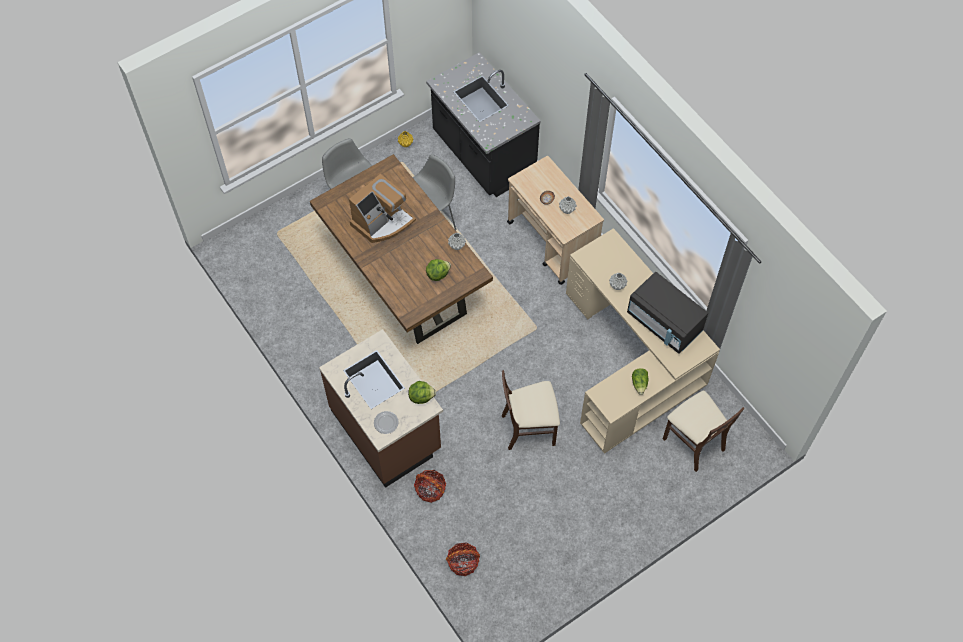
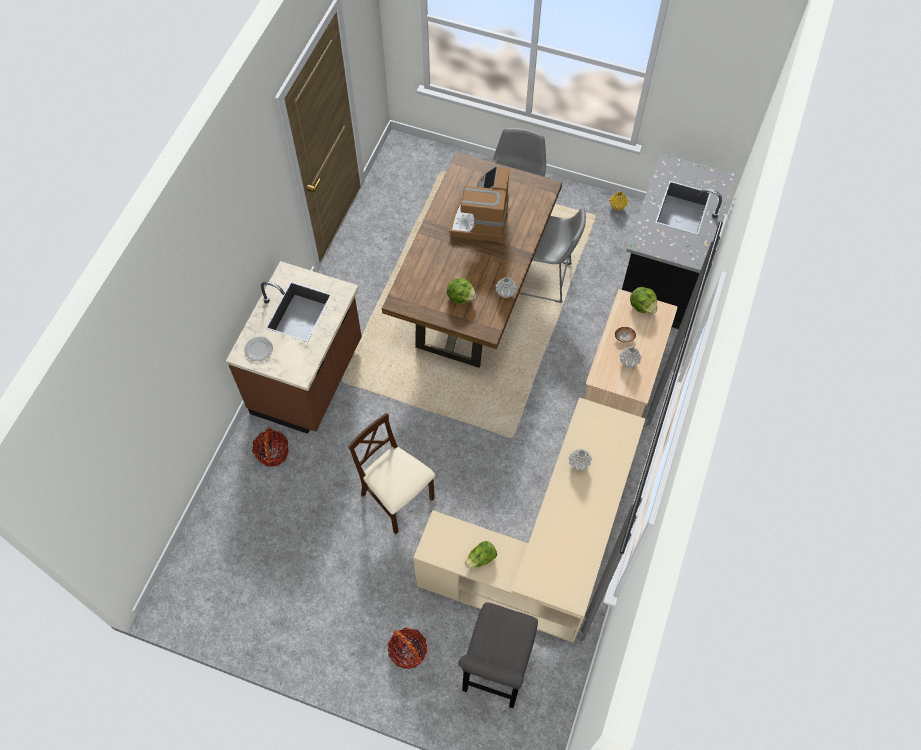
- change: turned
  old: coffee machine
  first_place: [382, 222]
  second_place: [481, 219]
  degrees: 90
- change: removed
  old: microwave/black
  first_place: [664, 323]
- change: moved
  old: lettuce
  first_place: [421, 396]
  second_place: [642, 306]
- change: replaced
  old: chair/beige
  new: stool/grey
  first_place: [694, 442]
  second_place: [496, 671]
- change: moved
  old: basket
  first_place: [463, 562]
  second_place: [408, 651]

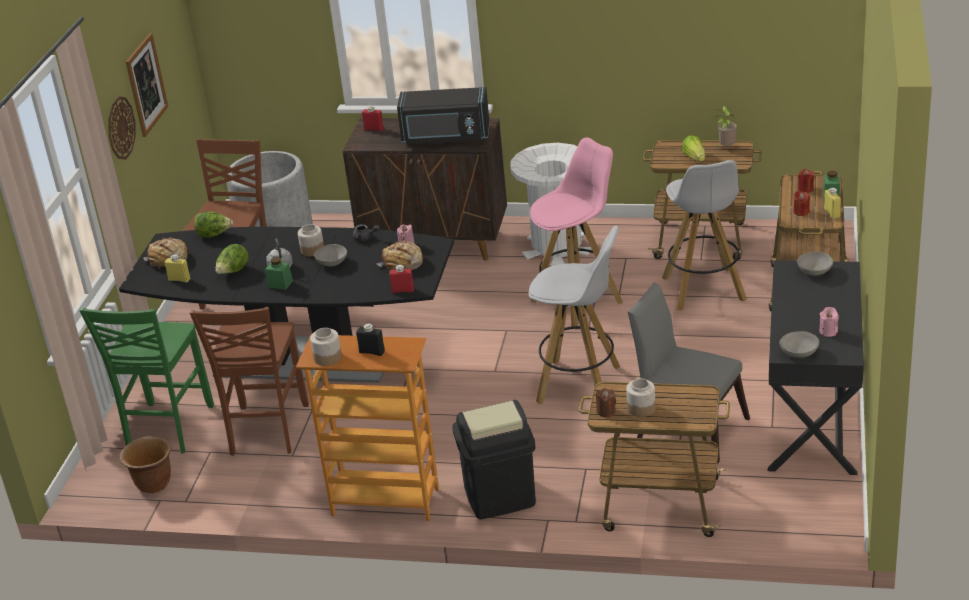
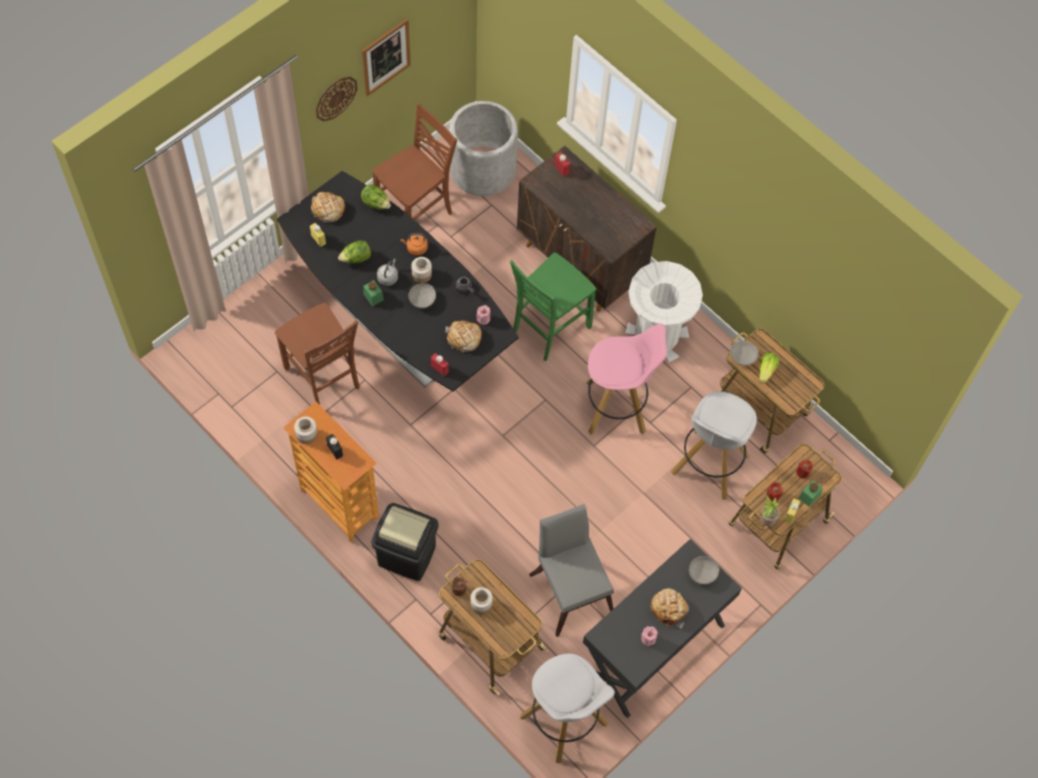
- change: removed
  old: microwave/black
  first_place: [445, 137]
- change: moved
  old: potted plant
  first_place: [726, 148]
  second_place: [766, 520]
- change: moved
  old: stool/white
  first_place: [580, 385]
  second_place: [565, 721]
- change: turned
  old: chair/brown
  first_place: [267, 431]
  second_place: [323, 379]
  degrees: -75
- change: moved
  old: chair/green
  first_place: [167, 429]
  second_place: [549, 329]
- change: moved
  old: bowl/grey
  first_place: [799, 353]
  second_place: [742, 357]
- change: removed
  old: planter/brown
  first_place: [153, 484]
- change: added
  new: kettle/orange
  second_place: [416, 248]
- change: added
  new: bread
  second_place: [669, 608]

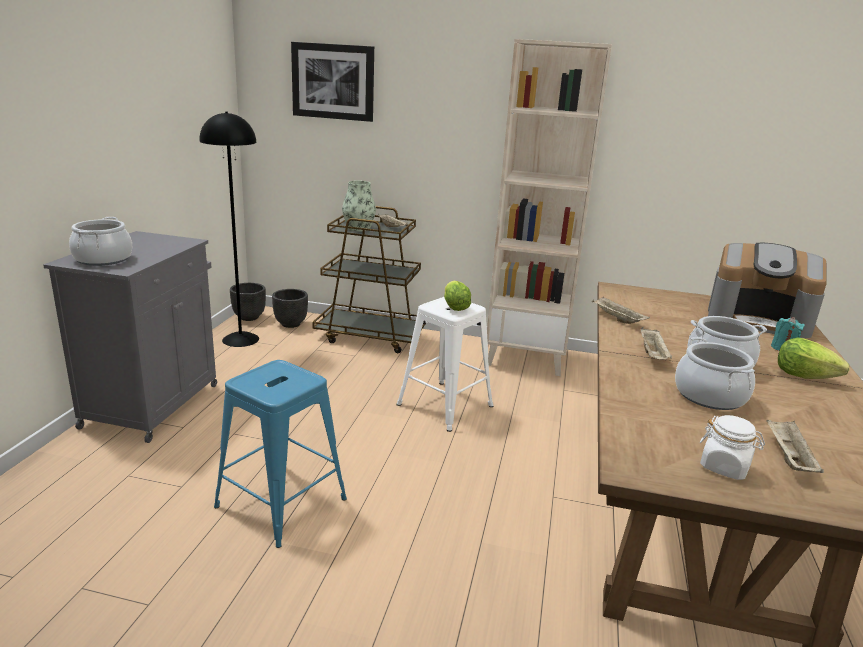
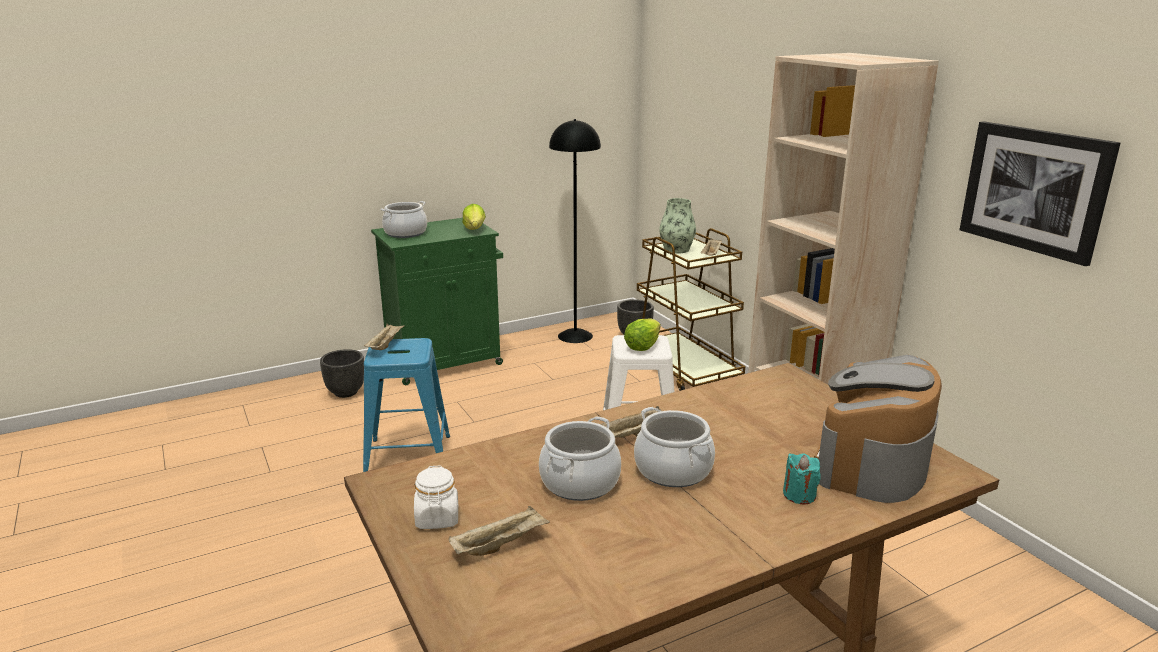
- change: moved
  old: picture
  first_place: [333, 81]
  second_place: [1034, 190]
- change: recoloured
  old: cabinet/grey
  new: cabinet/green
  first_place: [153, 404]
  second_place: [446, 362]
- change: turned
  old: coffee machine
  first_place: [758, 319]
  second_place: [871, 463]
  degrees: 45
- change: moved
  old: planter/black
  first_place: [249, 317]
  second_place: [346, 392]
- change: moved
  old: tray/beige
  first_place: [616, 319]
  second_place: [385, 345]
- change: moved
  old: lettuce
  first_place: [803, 376]
  second_place: [474, 229]

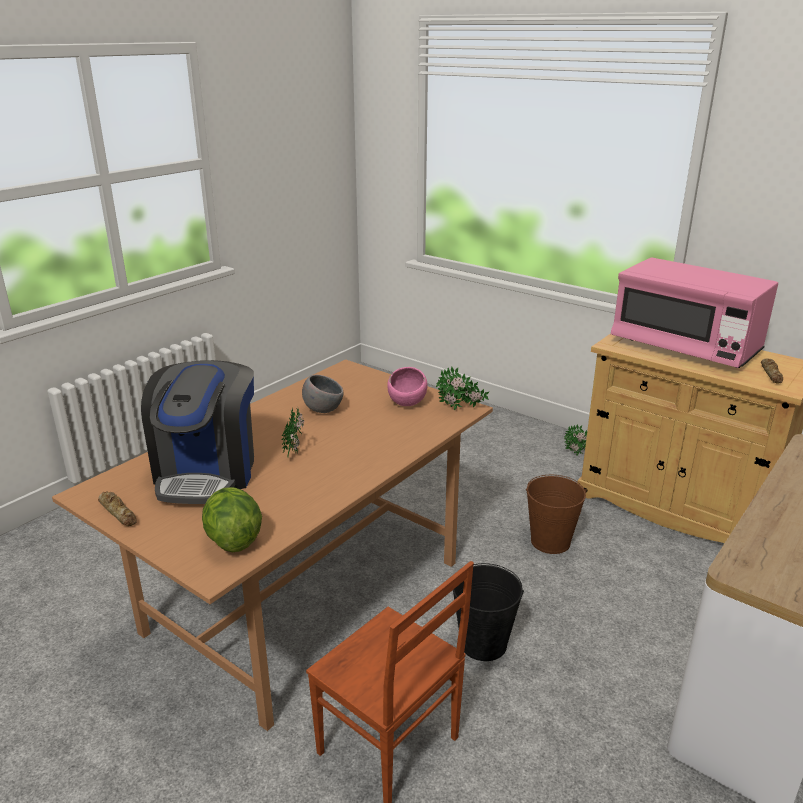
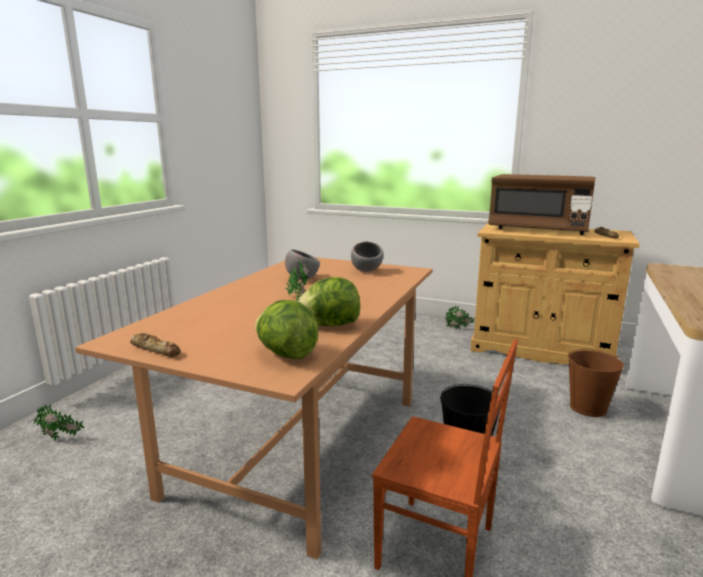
- change: recoloured
  old: microwave/pink
  new: microwave/brown
  first_place: [685, 347]
  second_place: [538, 230]
- change: removed
  old: coffee machine
  first_place: [207, 472]
- change: recoloured
  old: bowl/pink
  new: bowl/grey
  first_place: [407, 403]
  second_place: [366, 271]
- change: moved
  old: potted plant
  first_place: [460, 410]
  second_place: [61, 439]
- change: moved
  old: bucket/brown
  first_place: [550, 542]
  second_place: [588, 408]
- change: added
  new: lettuce
  second_place: [330, 325]

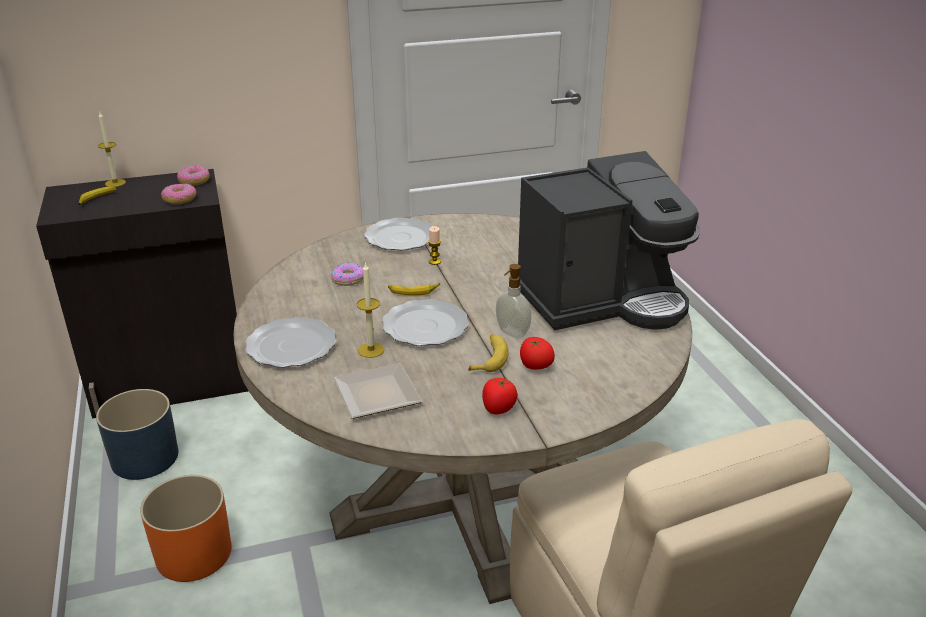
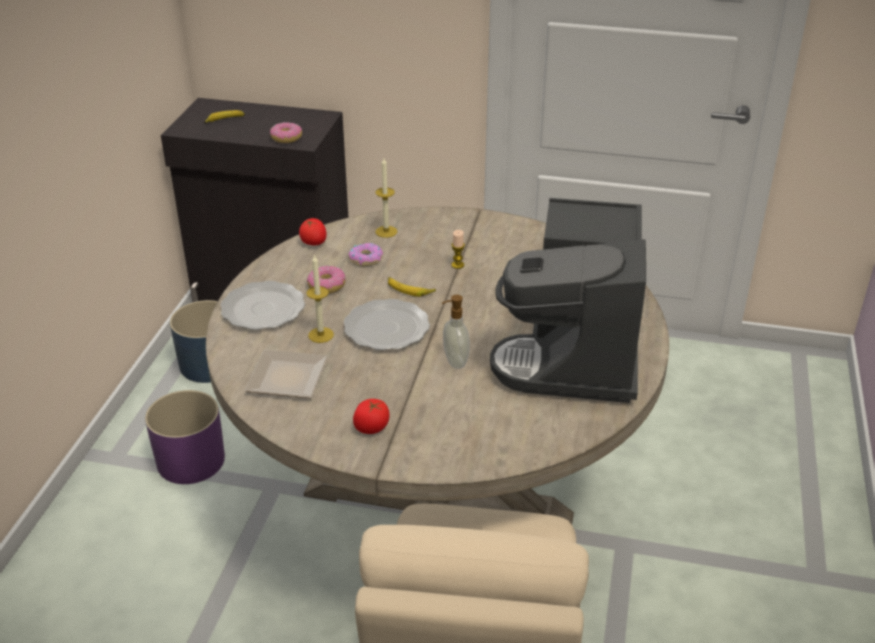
- change: moved
  old: candle
  first_place: [115, 183]
  second_place: [386, 231]
- change: turned
  old: coffee machine
  first_place: [601, 299]
  second_place: [575, 356]
  degrees: 90
- change: moved
  old: donut
  first_place: [194, 181]
  second_place: [326, 285]
- change: removed
  old: plate
  first_place: [401, 237]
- change: removed
  old: banana
  first_place: [489, 358]
- change: moved
  old: tomato
  first_place: [535, 366]
  second_place: [313, 242]
- change: recoloured
  old: planter/orange
  new: planter/purple
  first_place: [193, 553]
  second_place: [190, 460]

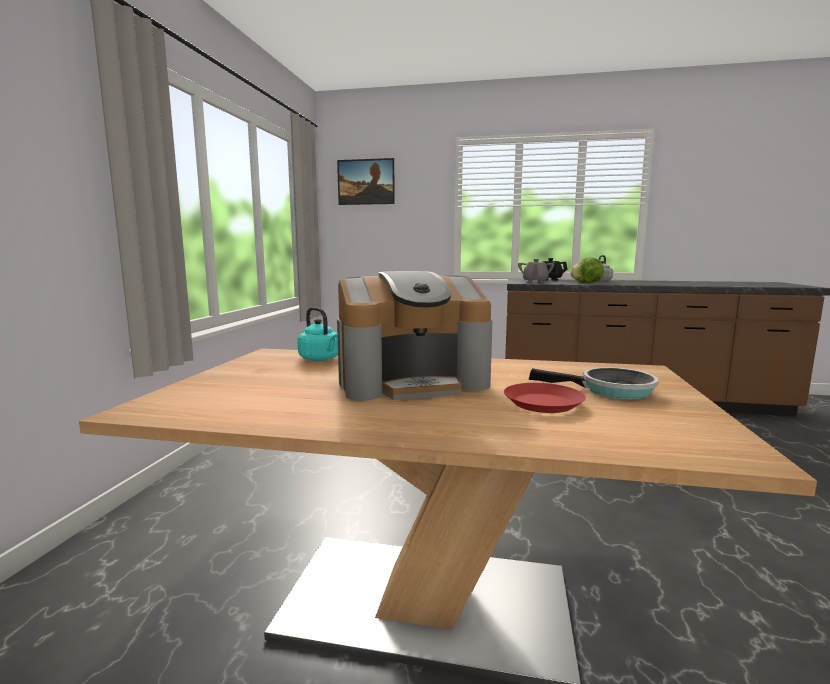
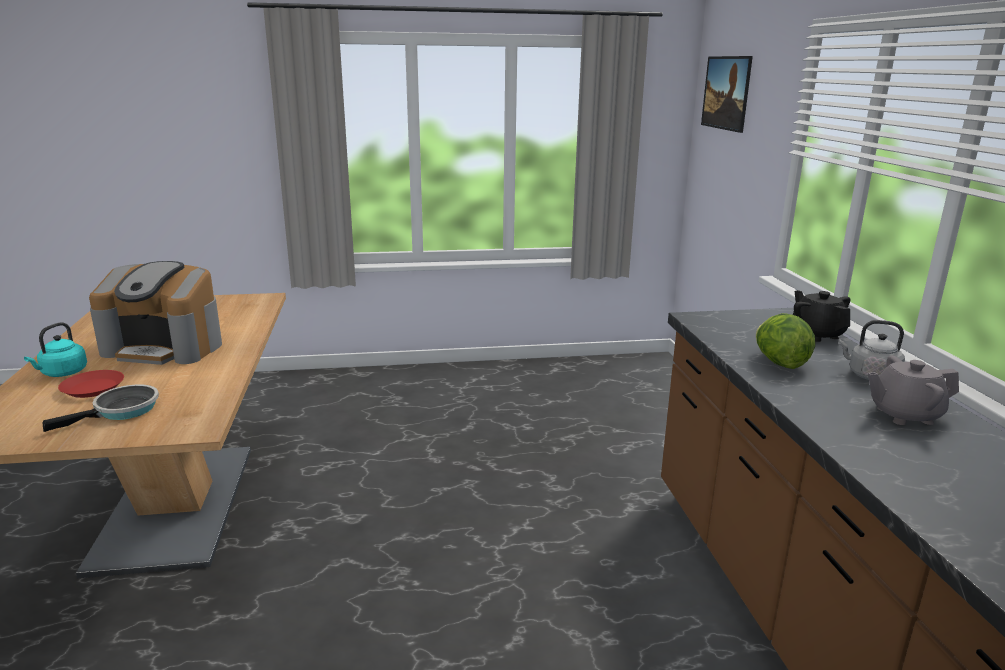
- change: moved
  old: teapot/grey
  first_place: [535, 282]
  second_place: [904, 415]
- change: turned
  old: coffee machine
  first_place: [412, 381]
  second_place: [165, 347]
  degrees: -45
- change: moved
  old: kettle/turquoise
  first_place: [321, 359]
  second_place: [62, 373]
- change: turned
  old: frying pan
  first_place: [610, 390]
  second_place: [122, 411]
  degrees: -135

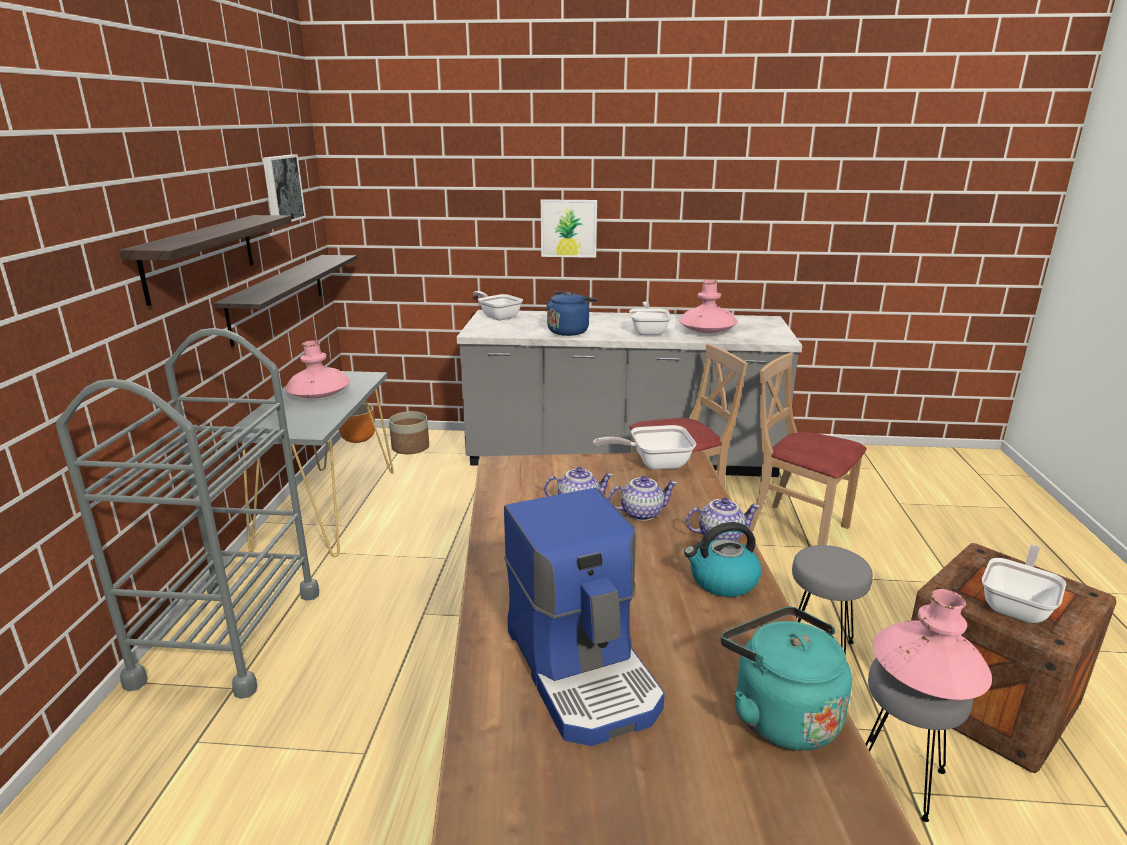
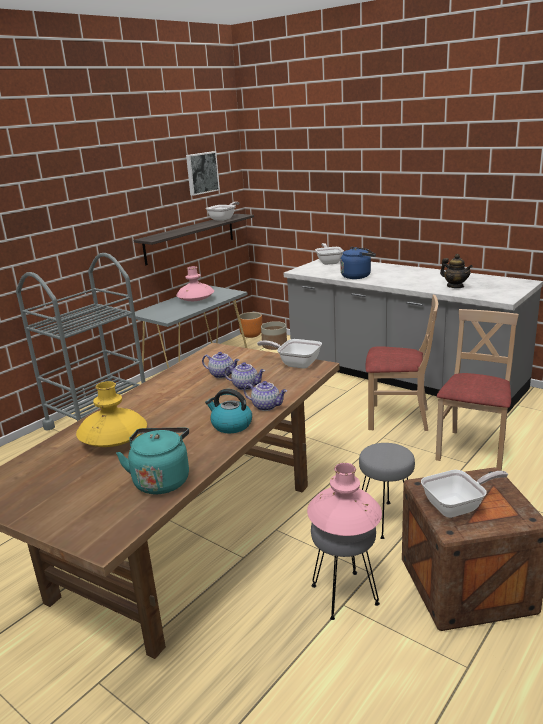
- change: removed
  old: picture
  first_place: [568, 228]
- change: removed
  old: shelf
  first_place: [200, 256]
- change: replaced
  old: vase/pink
  new: teapot
  first_place: [707, 331]
  second_place: [455, 286]
- change: moved
  old: frying pan
  first_place: [649, 331]
  second_place: [224, 219]
- change: turned
  old: chair/beige
  first_place: [798, 529]
  second_place: [473, 450]
  degrees: 45
- change: replaced
  old: coffee machine
  new: vase/yellow
  first_place: [584, 670]
  second_place: [114, 440]

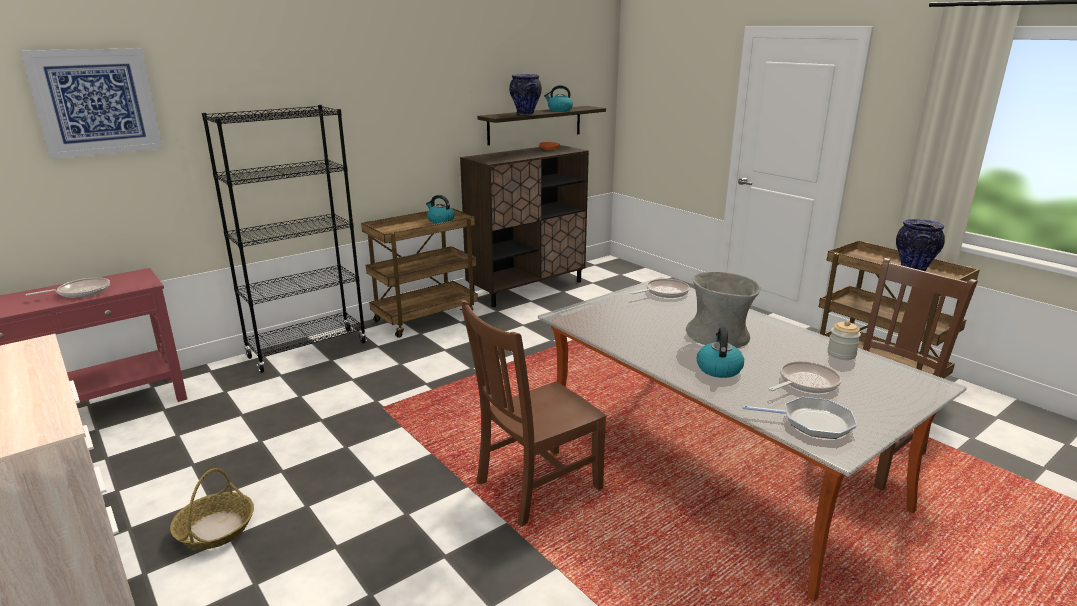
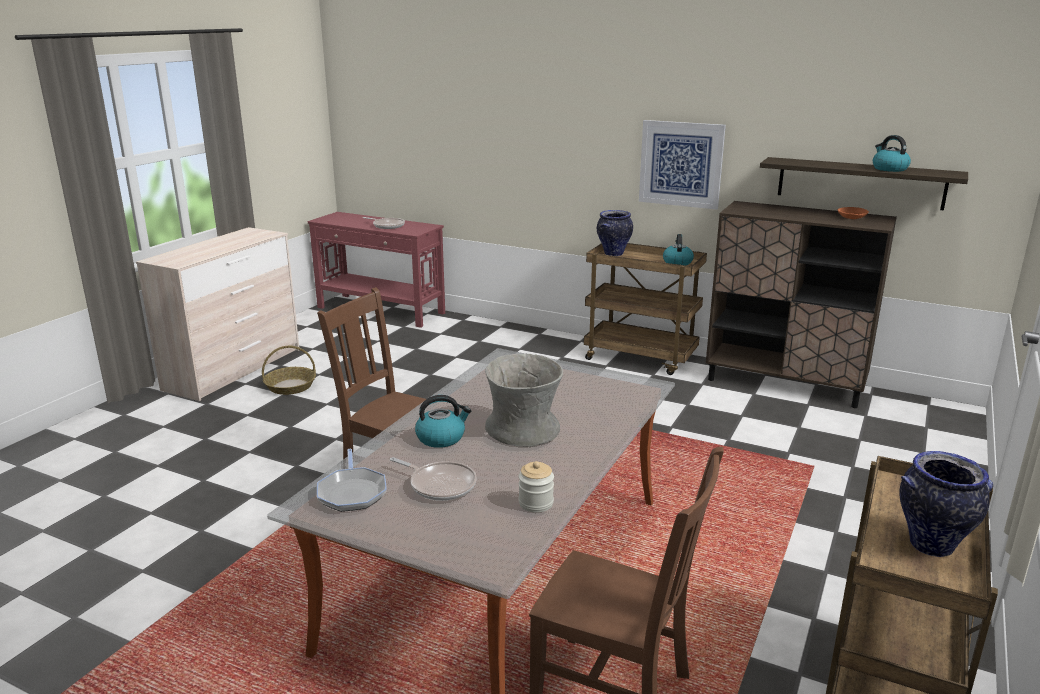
- change: moved
  old: picture
  first_place: [96, 102]
  second_place: [681, 164]
- change: moved
  old: vase
  first_place: [525, 113]
  second_place: [613, 254]
- change: removed
  old: bookcase/black
  first_place: [307, 350]
- change: removed
  old: frying pan
  first_place: [664, 292]

